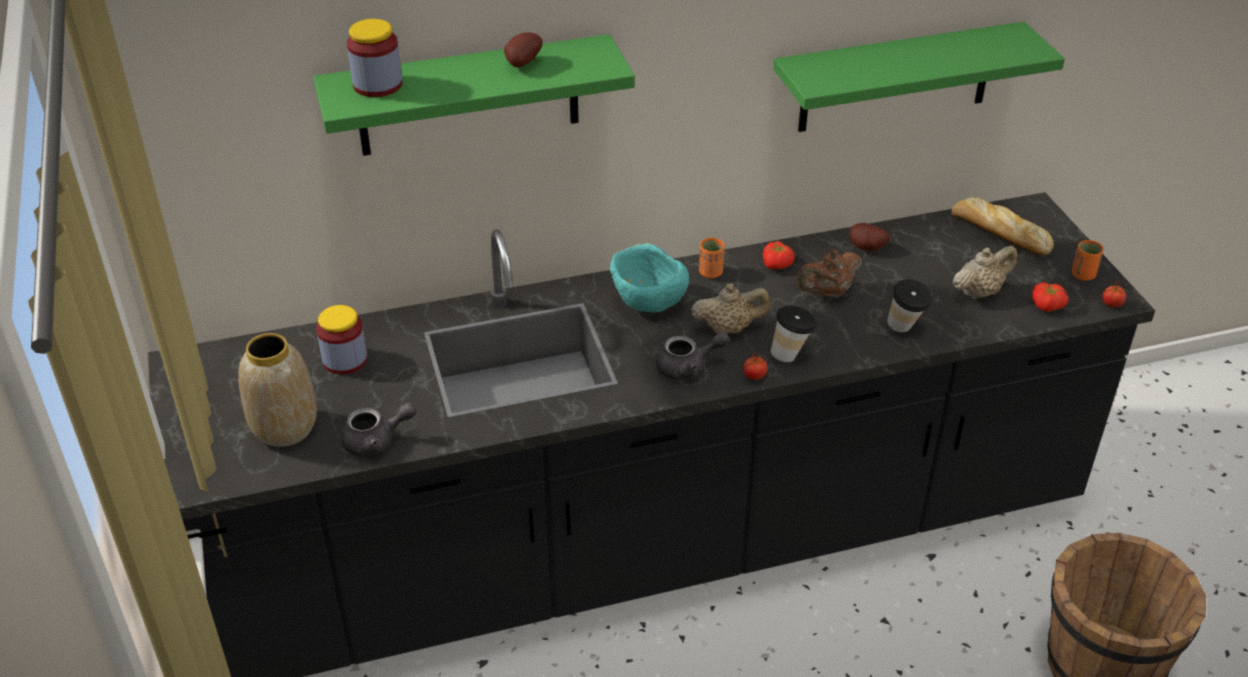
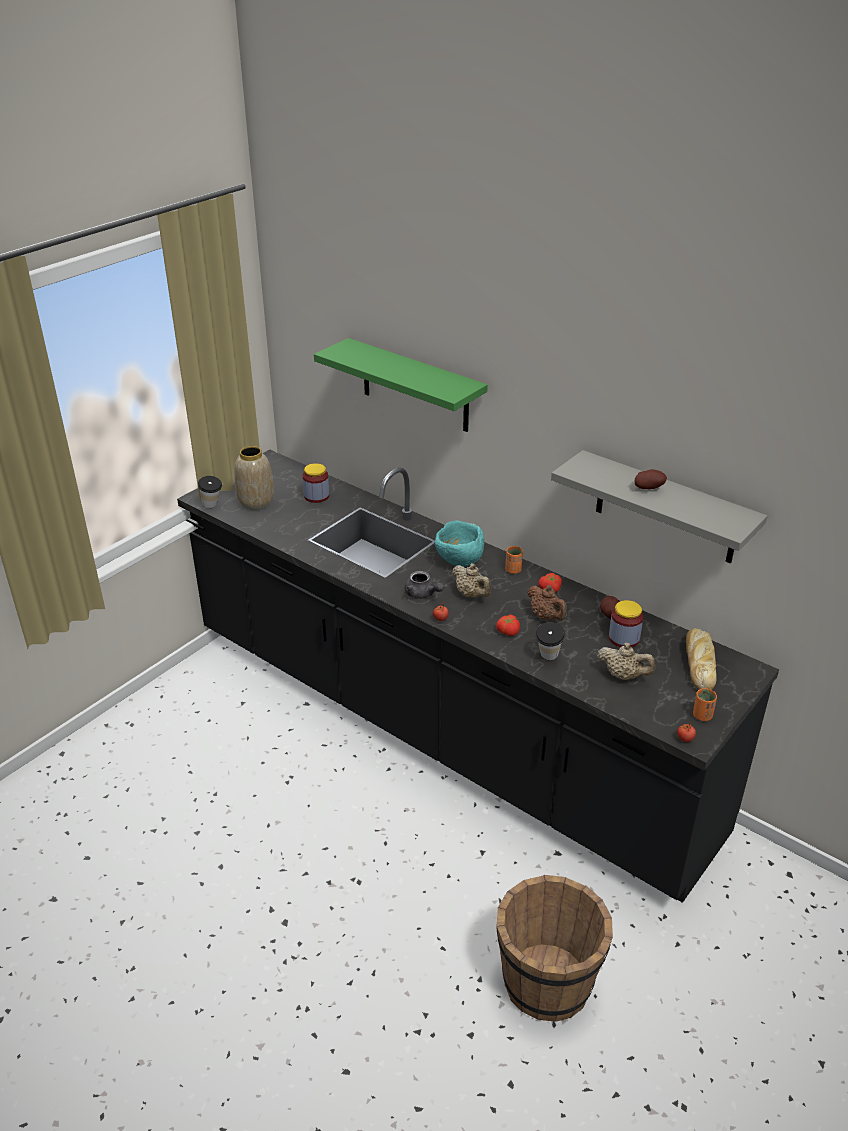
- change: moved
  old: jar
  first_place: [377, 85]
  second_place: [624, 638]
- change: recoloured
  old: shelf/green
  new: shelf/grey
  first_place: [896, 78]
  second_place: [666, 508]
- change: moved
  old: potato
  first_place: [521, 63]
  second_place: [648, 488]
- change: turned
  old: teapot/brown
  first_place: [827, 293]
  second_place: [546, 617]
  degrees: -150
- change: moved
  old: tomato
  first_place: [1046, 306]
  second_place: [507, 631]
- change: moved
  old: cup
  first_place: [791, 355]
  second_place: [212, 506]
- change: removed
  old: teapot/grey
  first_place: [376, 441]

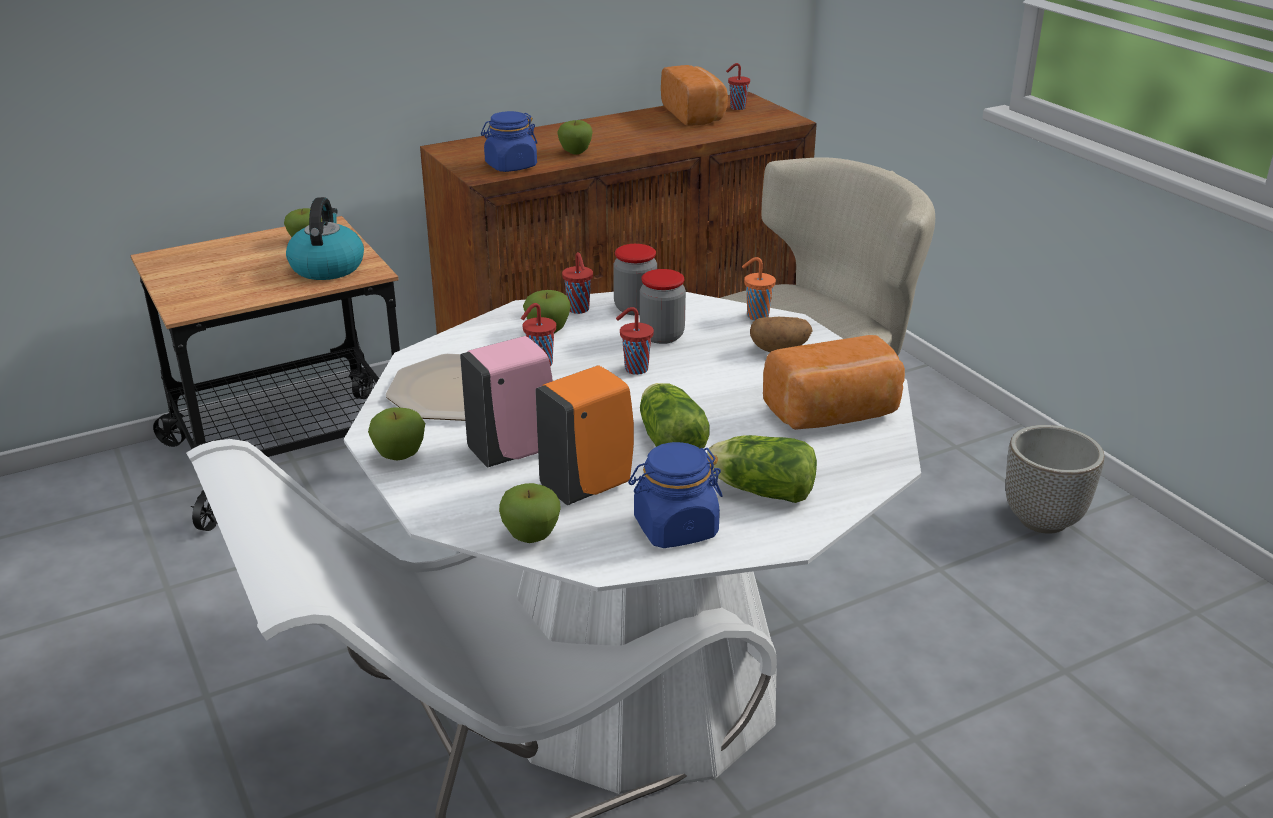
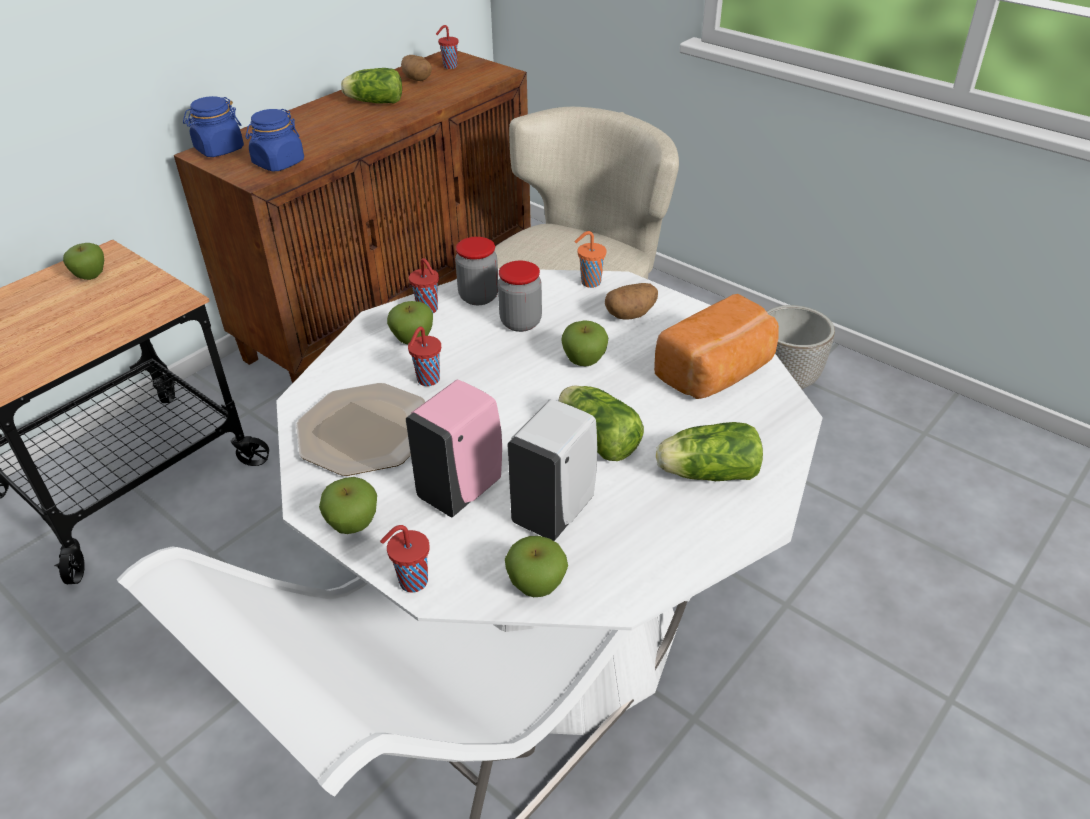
- change: replaced
  old: bread
  new: potato
  first_place: [695, 114]
  second_place: [417, 79]
- change: moved
  old: apple
  first_place: [575, 152]
  second_place: [584, 361]
- change: removed
  old: kettle
  first_place: [327, 267]
- change: moved
  old: cup/red
  first_place: [634, 369]
  second_place: [411, 582]
- change: recoloured
  old: soap dispenser/orange
  new: soap dispenser/white
  first_place: [589, 486]
  second_place: [555, 510]
- change: moved
  old: jar/blue
  first_place: [675, 528]
  second_place: [219, 149]
- change: added
  new: lettuce
  second_place: [373, 102]

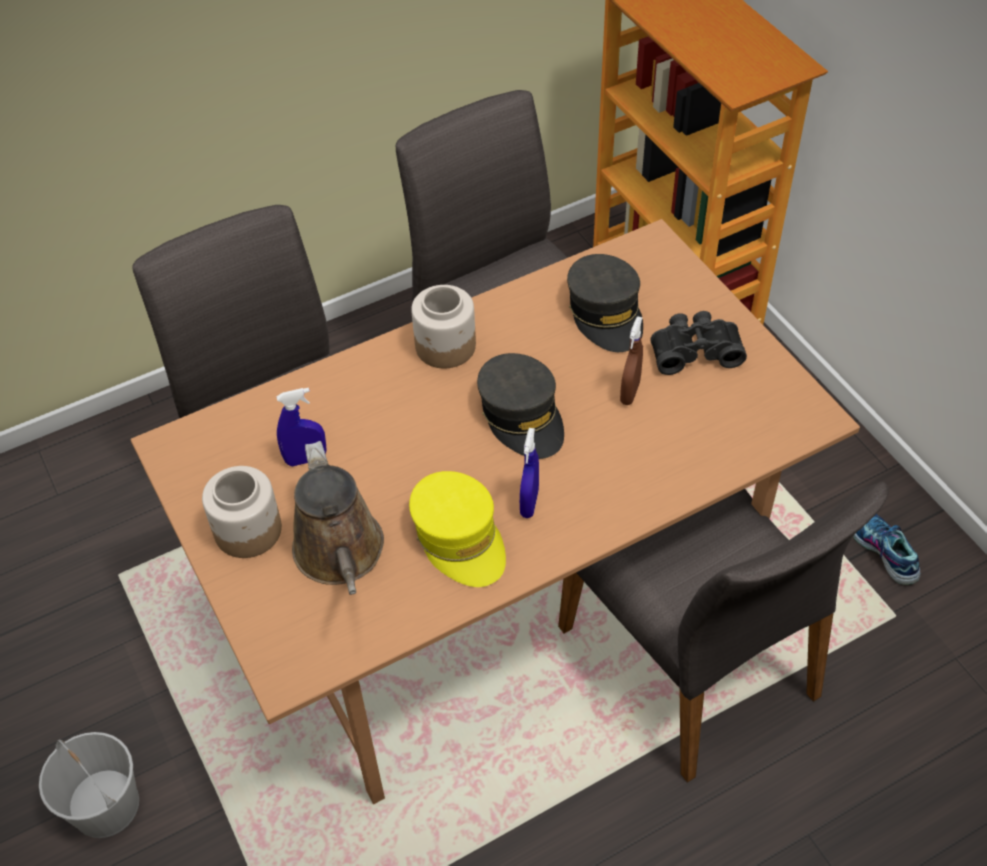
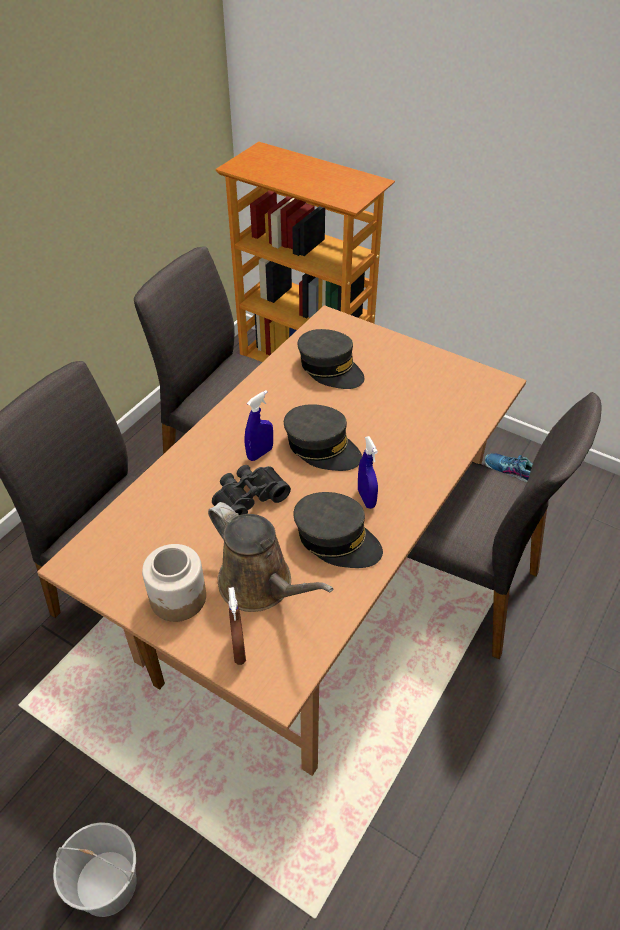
- change: removed
  old: jar
  first_place: [445, 347]
- change: moved
  old: binoculars/black
  first_place: [694, 350]
  second_place: [247, 498]
- change: moved
  old: spray bottle/brown
  first_place: [630, 392]
  second_place: [239, 650]
- change: moved
  old: spray bottle/blue
  first_place: [306, 459]
  second_place: [260, 453]
- change: recoloured
  old: cap/yellow
  new: cap/grey
  first_place: [460, 538]
  second_place: [336, 539]

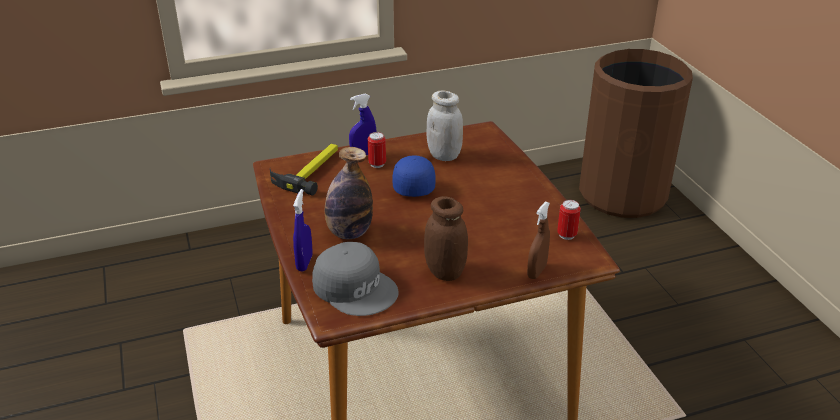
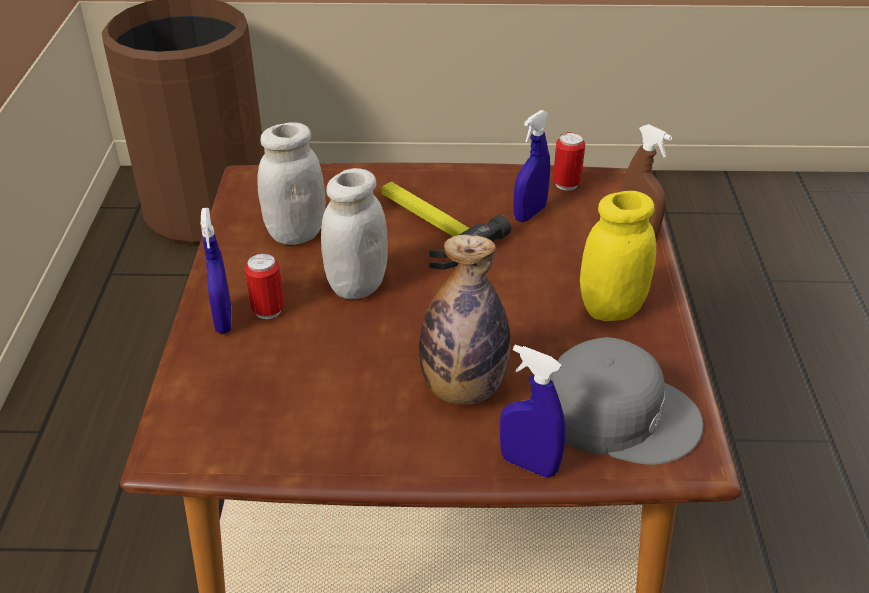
- change: moved
  old: hammer
  first_place: [309, 170]
  second_place: [429, 227]
- change: replaced
  old: cap/blue
  new: jar/white
  first_place: [412, 183]
  second_place: [357, 285]
- change: recoloured
  old: jar/brown
  new: jar/yellow
  first_place: [445, 272]
  second_place: [611, 309]
- change: turned
  old: cap/grey
  first_place: [355, 287]
  second_place: [619, 413]
  degrees: 45
- change: added
  new: spray bottle/blue
  second_place: [529, 213]

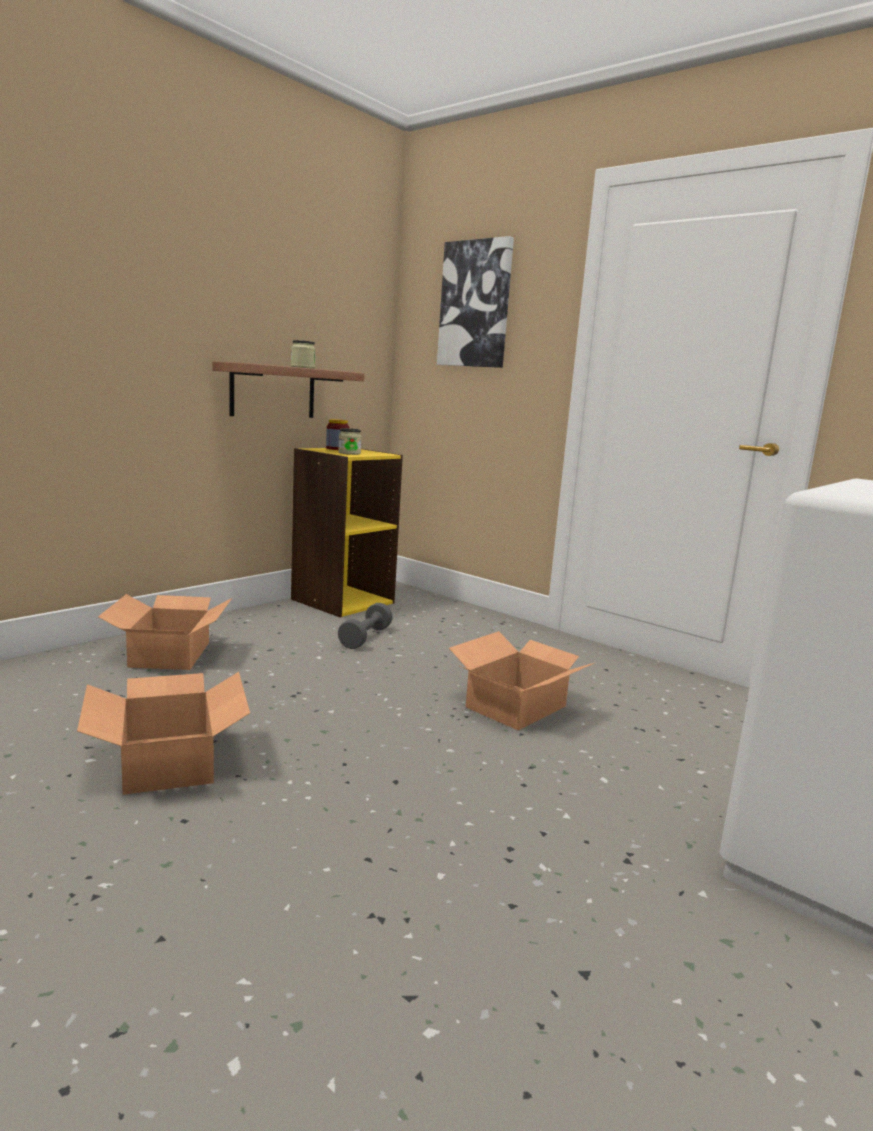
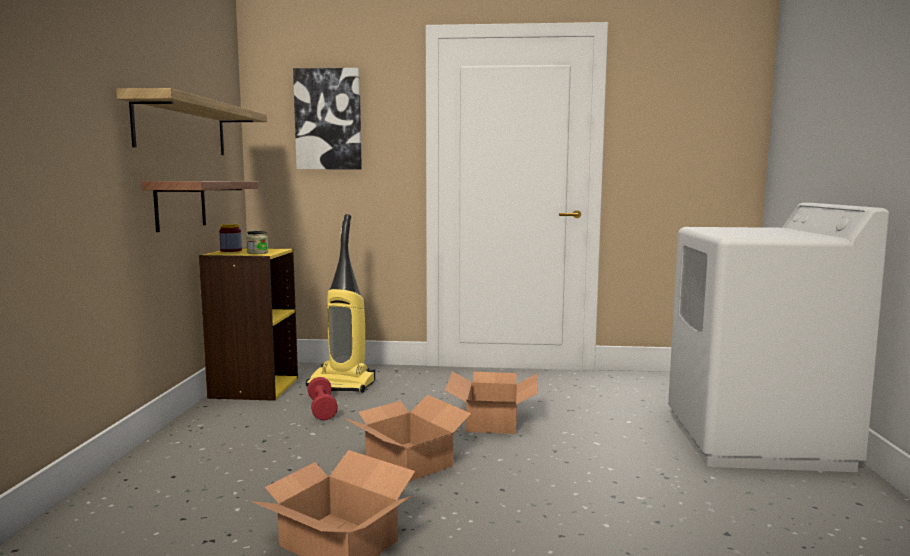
- change: removed
  old: jar
  first_place: [303, 367]
- change: moved
  old: cardboard box
  first_place: [171, 654]
  second_place: [409, 461]
- change: recoloured
  old: dumbbell/grey
  new: dumbbell/red
  first_place: [365, 638]
  second_place: [322, 409]
- change: added
  new: shelf
  second_place: [182, 127]
- change: added
  new: vacuum cleaner
  second_place: [342, 384]

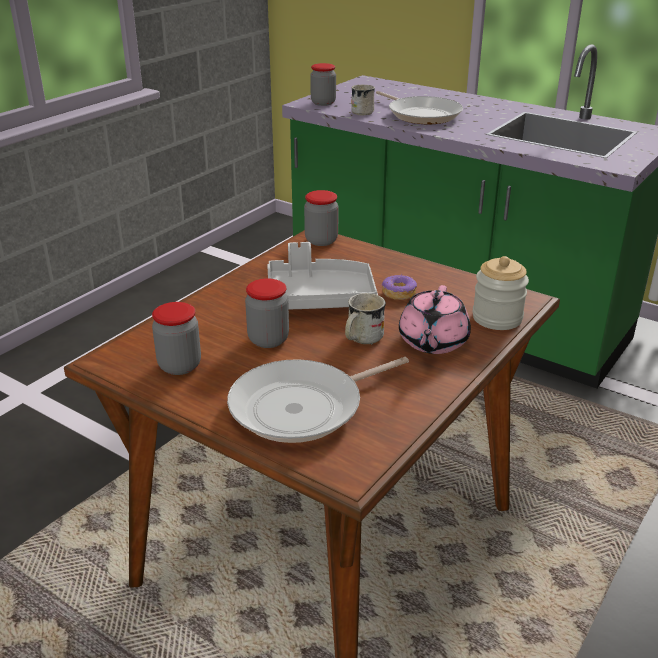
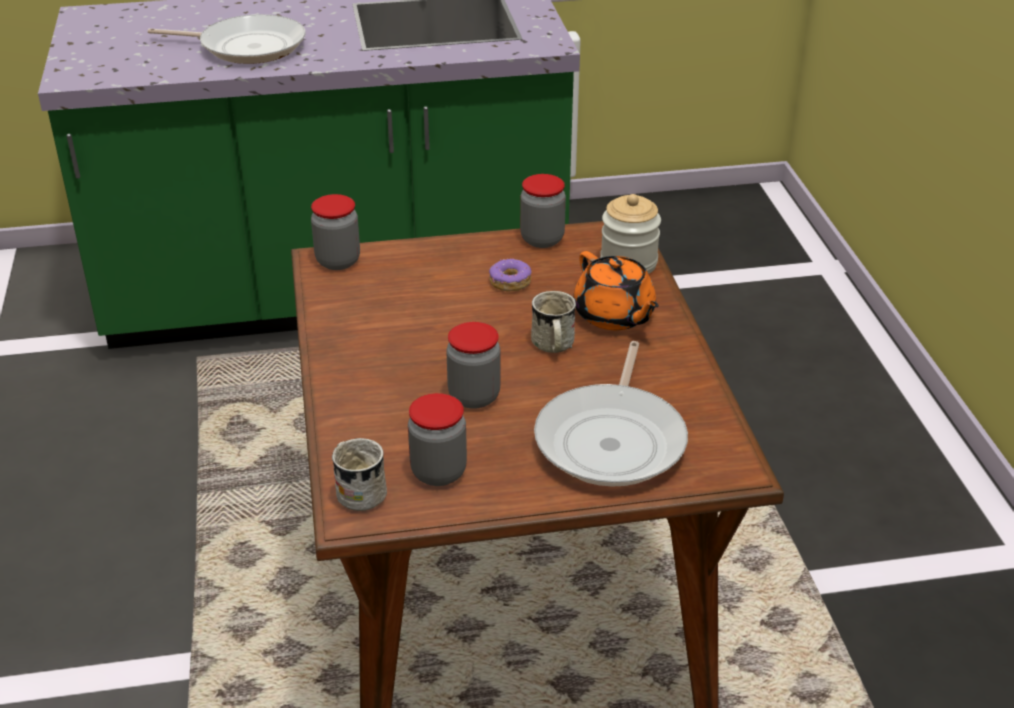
- change: moved
  old: jar
  first_place: [323, 103]
  second_place: [542, 239]
- change: moved
  old: mug/white
  first_place: [363, 111]
  second_place: [358, 491]
- change: removed
  old: tray/grey
  first_place: [319, 297]
- change: recoloured
  old: teapot/pink
  new: teapot/orange
  first_place: [432, 342]
  second_place: [614, 316]

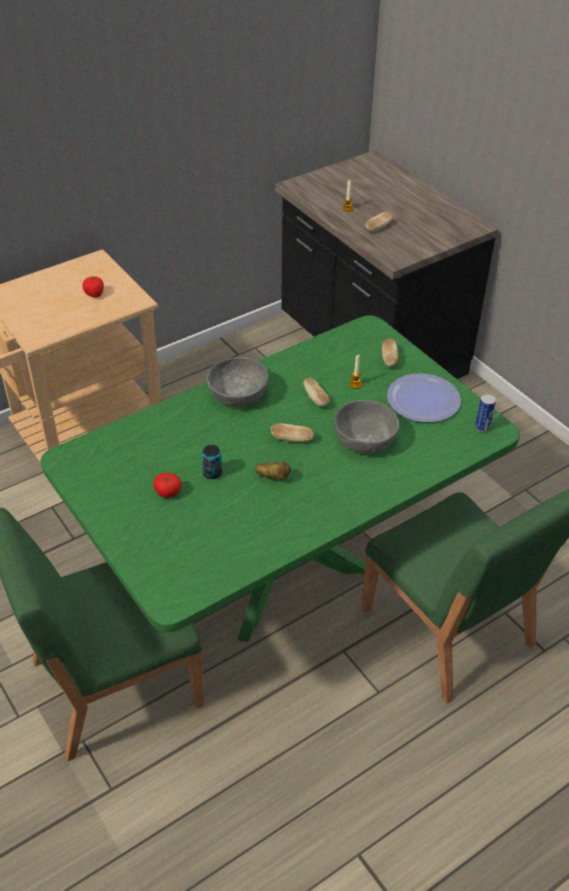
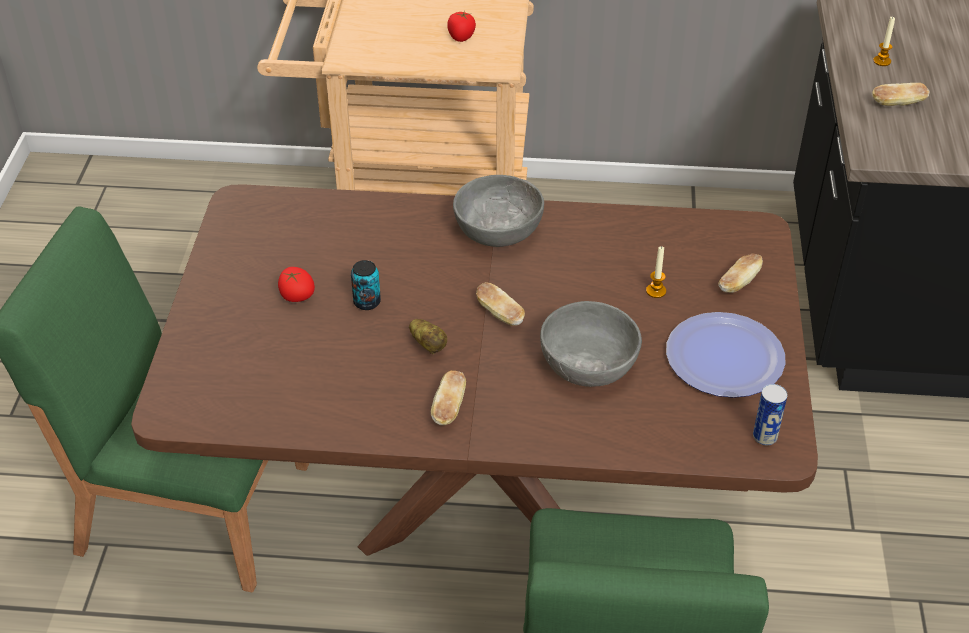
- change: recoloured
  old: dining table/green
  new: dining table/brown
  first_place: [282, 572]
  second_place: [484, 503]
- change: moved
  old: bread
  first_place: [316, 398]
  second_place: [449, 407]

